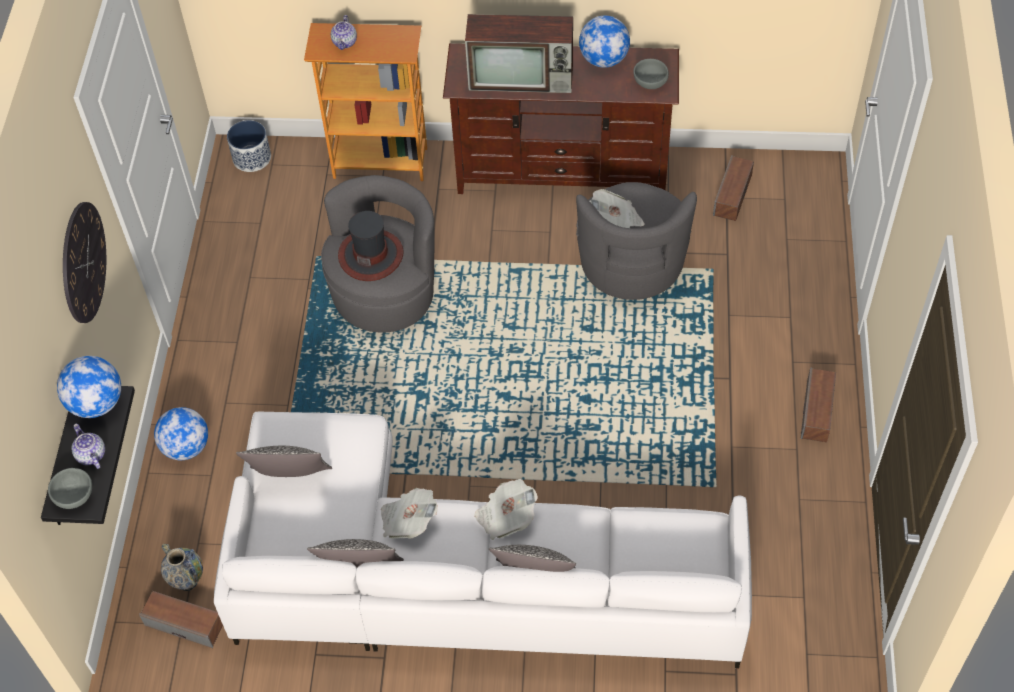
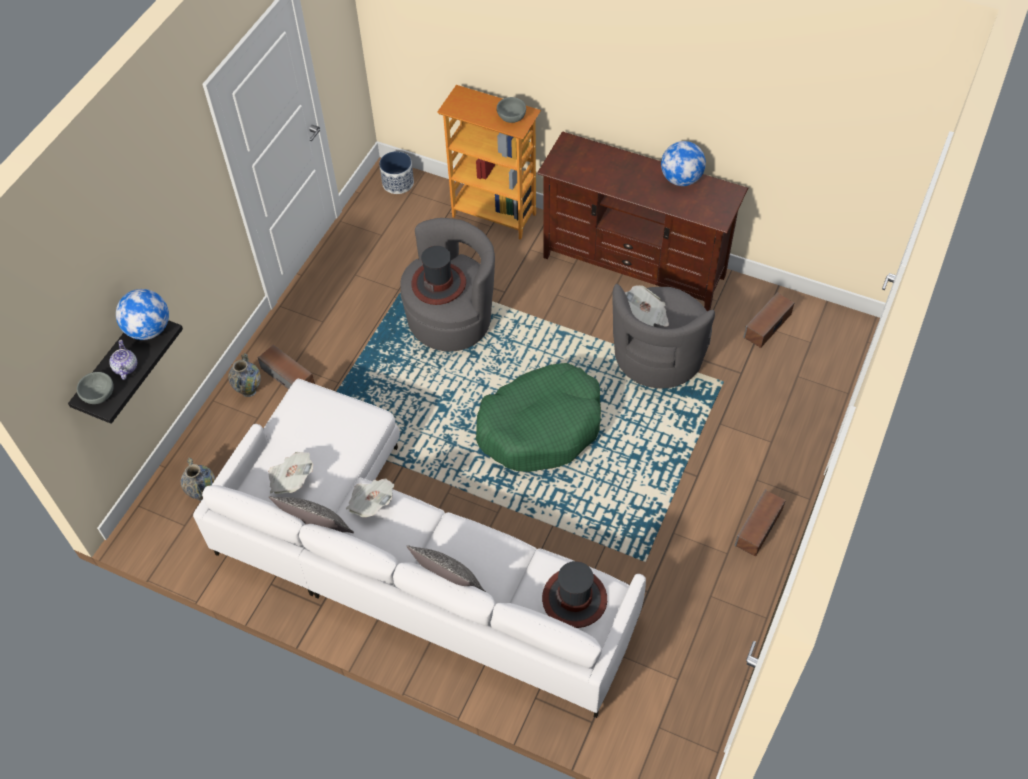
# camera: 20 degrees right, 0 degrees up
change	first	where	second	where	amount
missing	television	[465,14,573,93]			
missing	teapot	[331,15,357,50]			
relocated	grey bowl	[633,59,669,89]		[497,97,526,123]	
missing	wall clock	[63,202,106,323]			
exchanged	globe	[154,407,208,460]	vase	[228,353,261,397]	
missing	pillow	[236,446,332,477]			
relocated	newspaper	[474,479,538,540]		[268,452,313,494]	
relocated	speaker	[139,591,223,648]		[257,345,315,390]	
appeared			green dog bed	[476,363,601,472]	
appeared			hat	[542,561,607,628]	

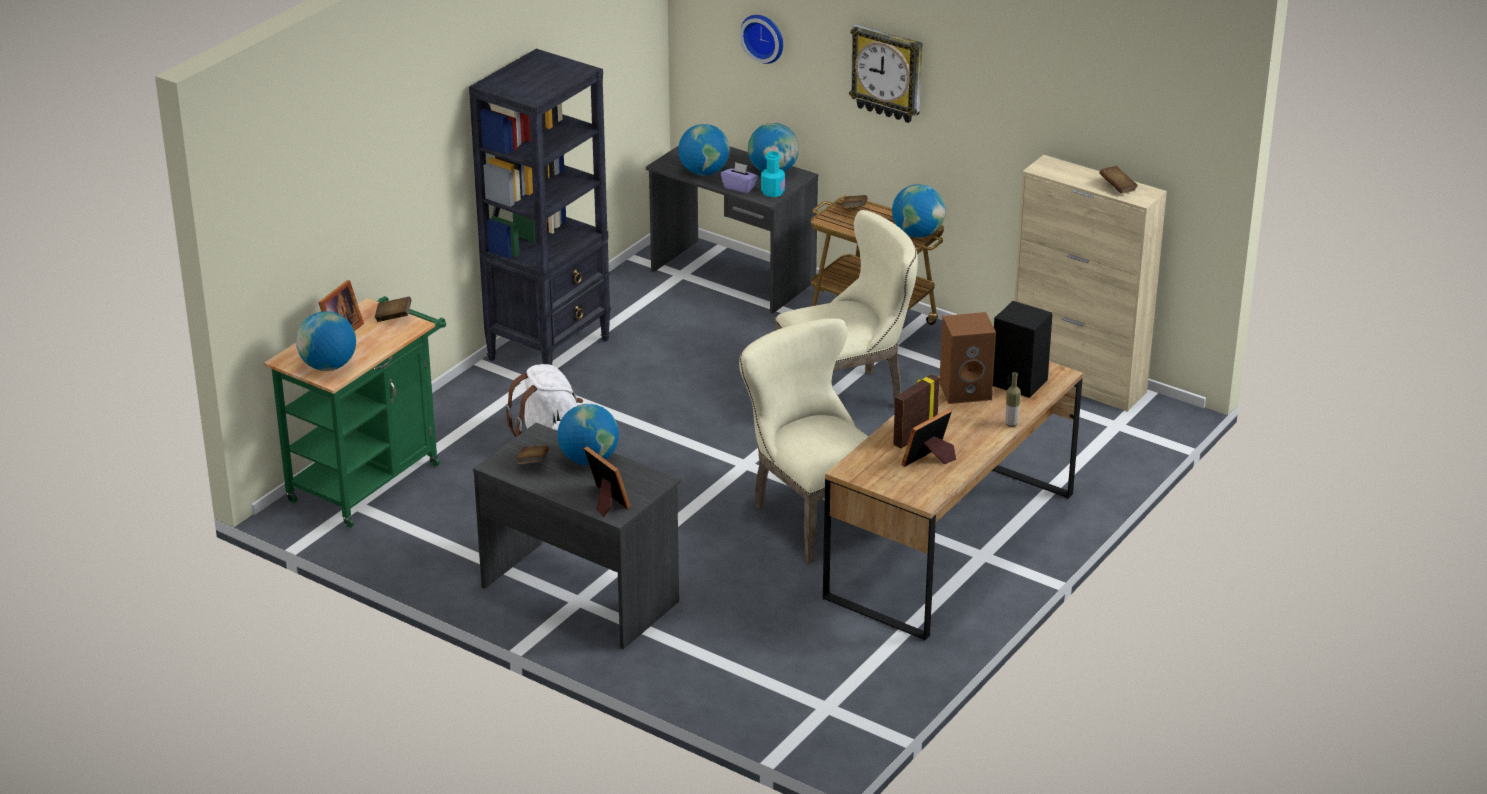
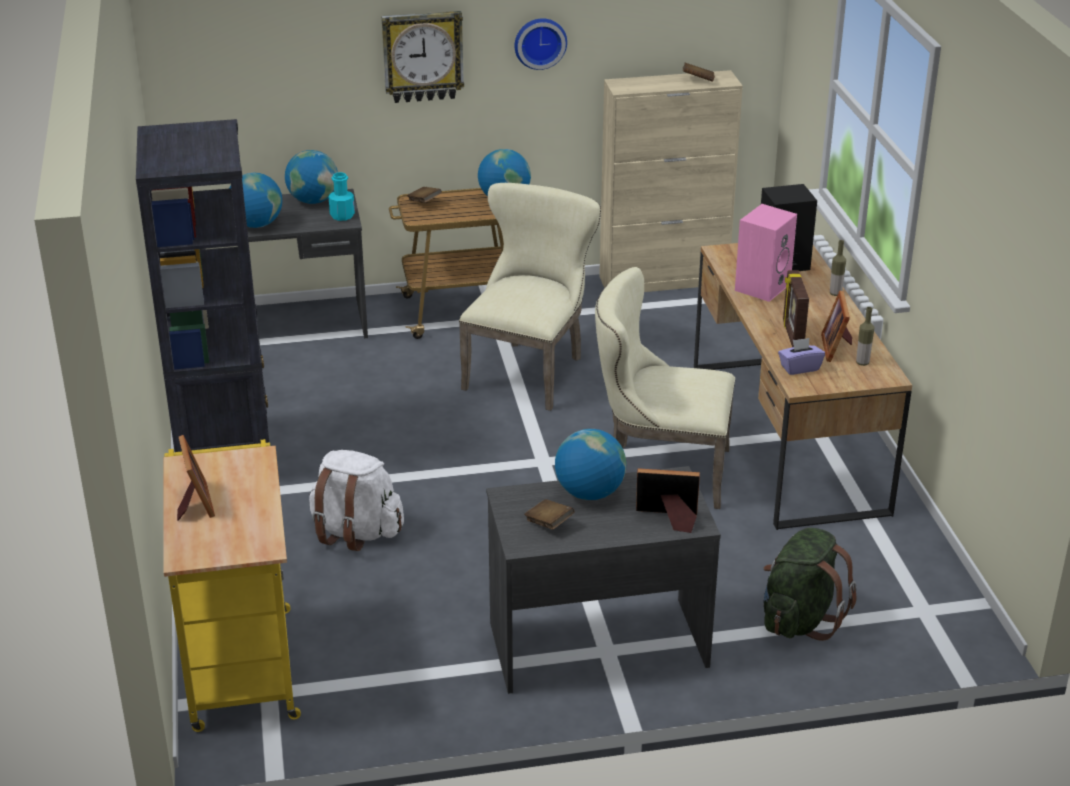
# camera: 45 degrees left, 0 degrees up
change	first	where	second	where	amount
relocated	wall clock	[740,15,783,64]		[514,18,567,70]	
relocated	purple tissue box	[721,162,758,193]		[778,338,825,375]	
colour	green cart	[264,296,446,528]	yellow cart	[163,439,301,732]	
missing	brown book	[374,297,411,322]			
missing	globe	[296,311,356,371]			
colour	brown speaker	[939,312,996,404]	pink speaker	[735,204,797,302]	
appeared			bottle	[856,307,874,366]	
appeared			green backpack	[763,528,857,641]	

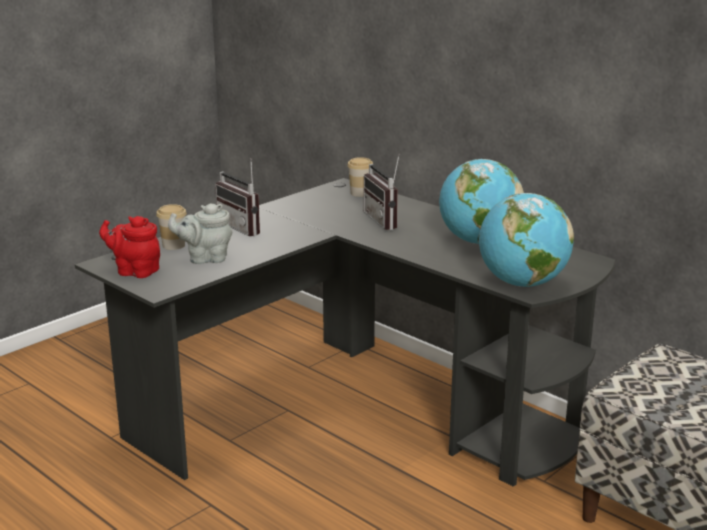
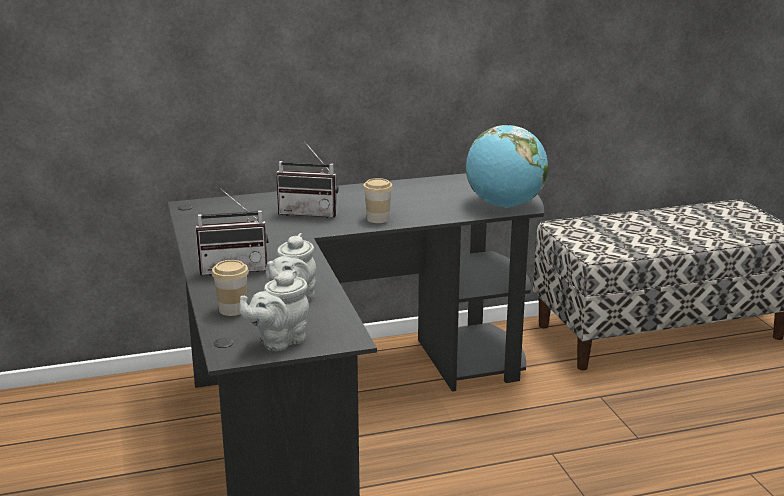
# camera: 60 degrees left, 0 degrees up
change	first	where	second	where	amount
relocated	cup	[347,157,373,197]		[363,178,393,223]	
missing	globe	[439,159,524,244]			
colour	red teapot	[99,216,160,278]	grey teapot	[239,270,309,351]	

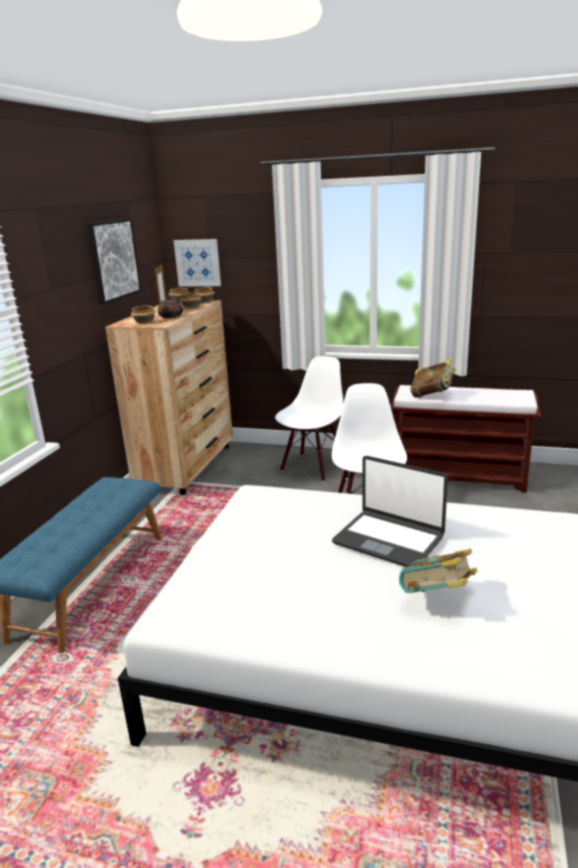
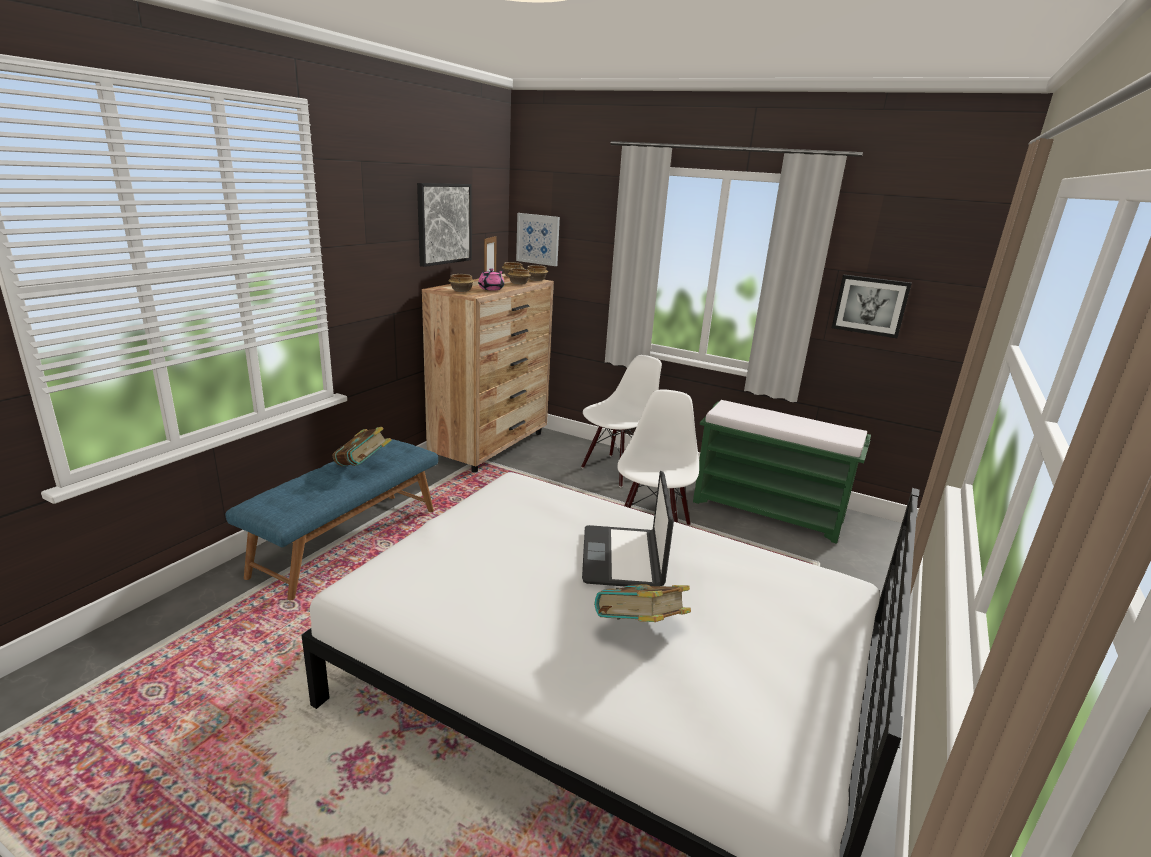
# camera: 10 degrees right, 0 degrees up
change	first	where	second	where	amount
colour	brown teapot	[158,297,183,318]	pink teapot	[478,268,504,290]	
relocated	book	[410,359,456,398]		[332,427,392,466]	
colour	brown bench	[391,385,541,493]	green bench	[693,400,871,544]	
spun	laptop	[332,456,448,567]		[582,471,674,587]	45 degrees clockwise
appeared			picture	[832,275,912,338]	

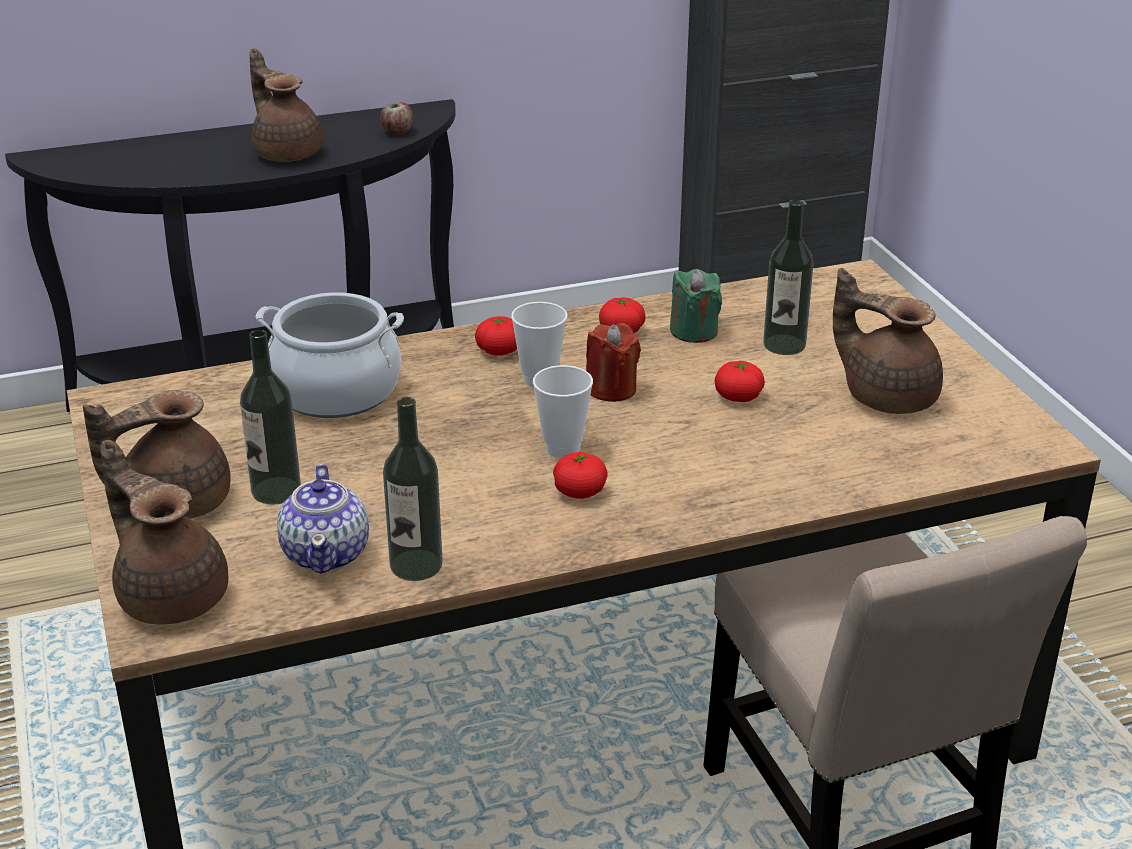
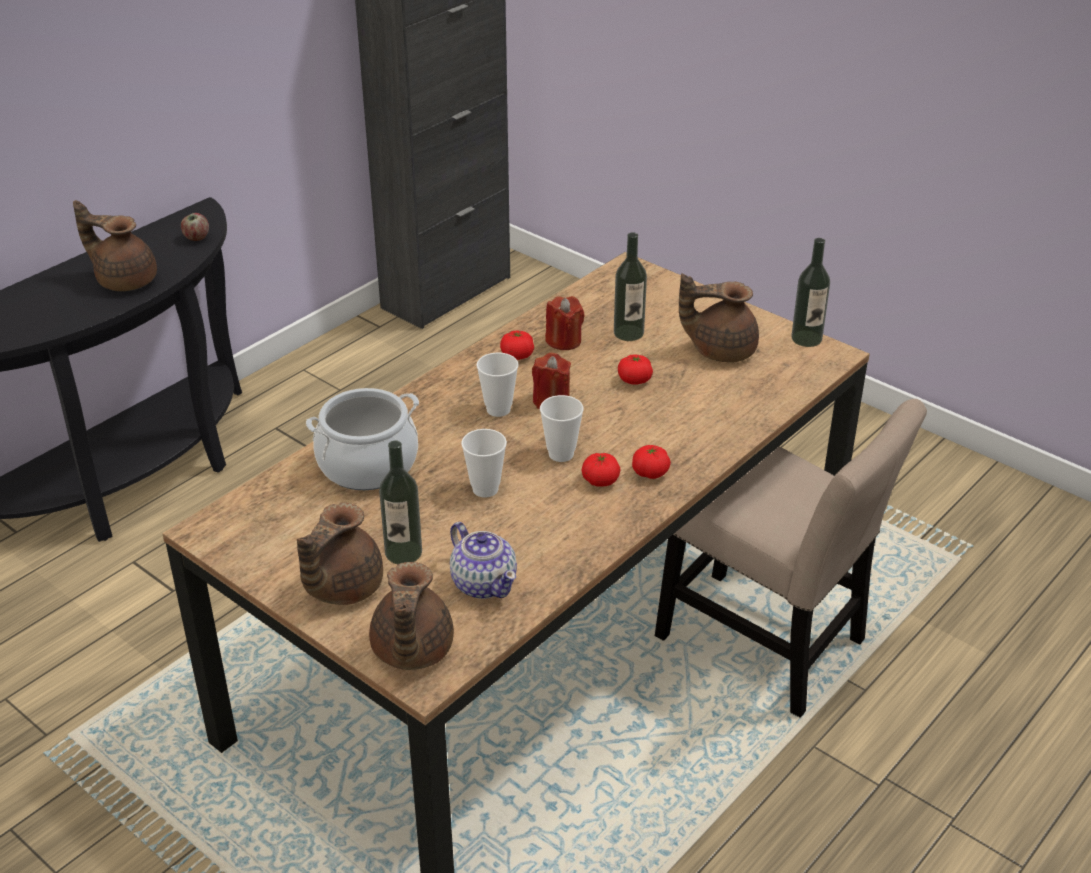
# camera: 30 degrees left, 5 degrees up
change	first	where	second	where	amount
colour	green candle	[670,269,722,343]	red candle	[545,296,584,350]	
relocated	tomato	[475,316,517,356]		[632,445,671,479]	
relocated	bottle	[383,397,443,581]		[791,238,830,347]	
spun	brown teapot	[100,440,228,625]		[369,562,454,670]	105 degrees counterclockwise
appeared			cup	[461,429,507,498]	

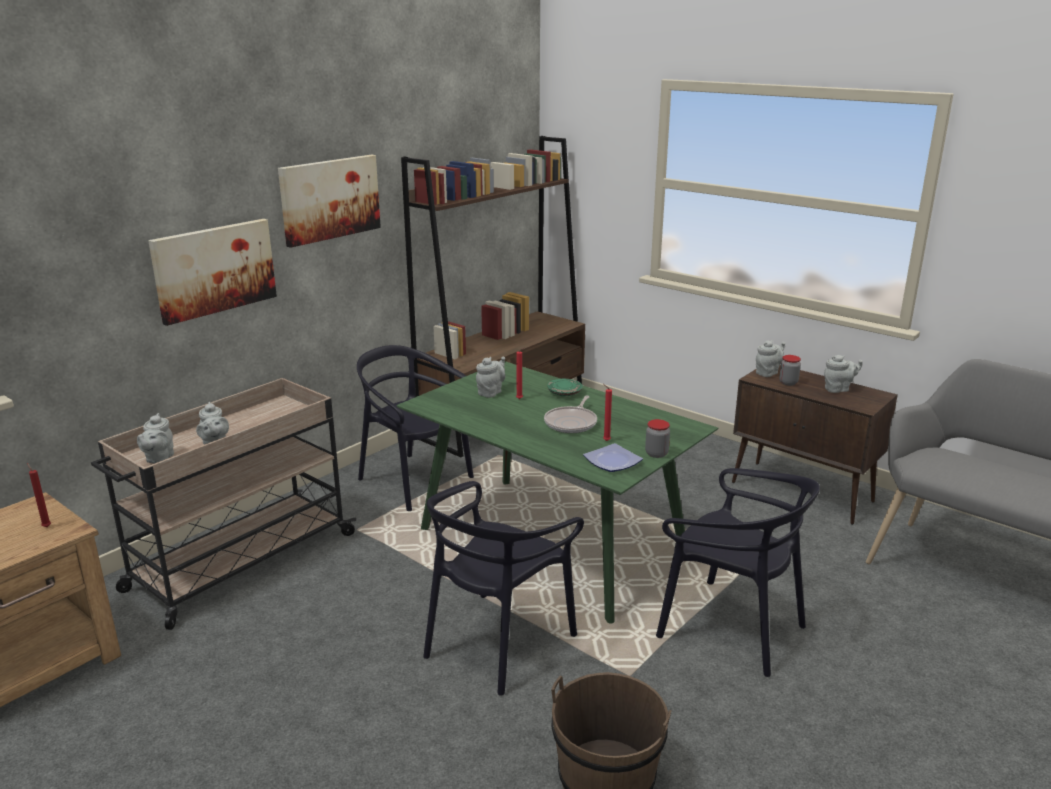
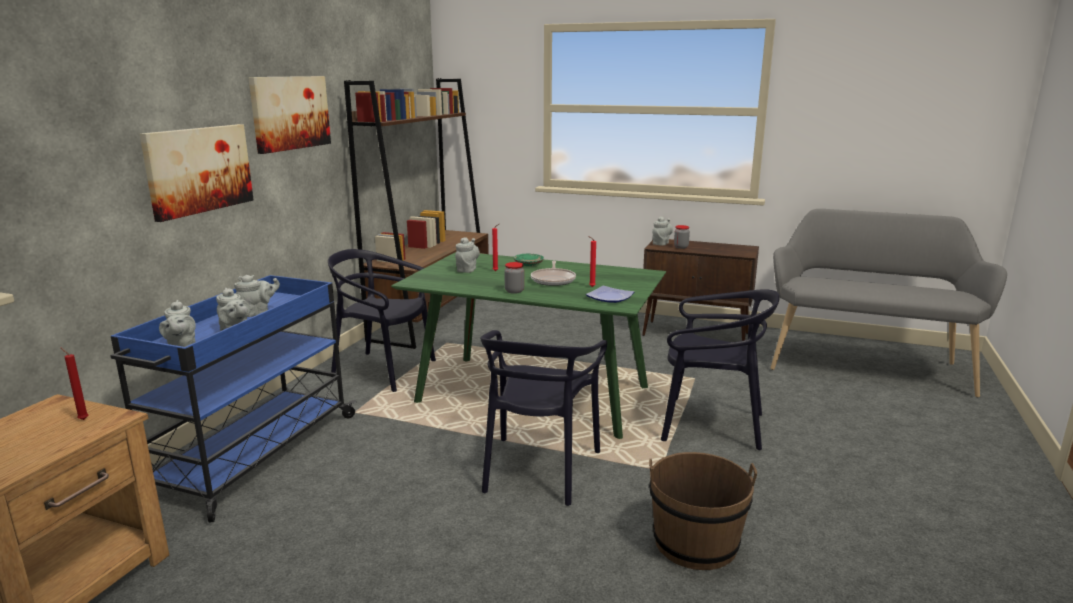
# camera: 20 degrees left, 5 degrees down
change	first	where	second	where	amount
relocated	grey teapot	[824,355,862,393]		[234,275,280,317]	
colour	beige cart	[91,378,356,630]	blue cart	[110,275,357,523]	
relocated	jar	[645,419,670,458]		[504,262,524,294]	

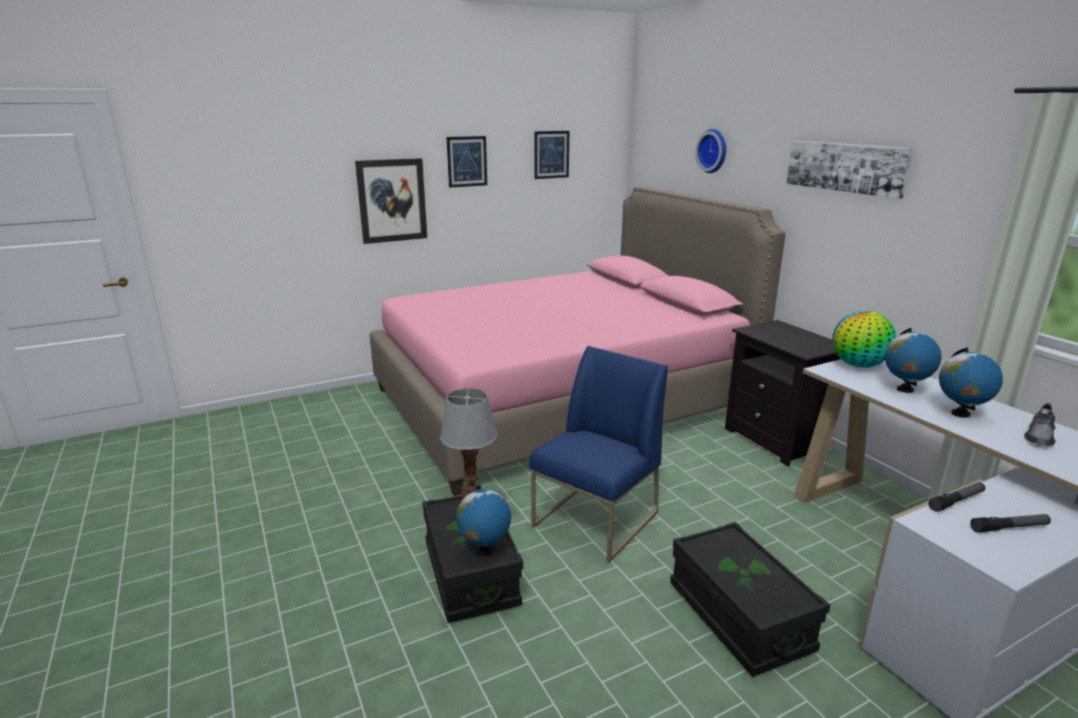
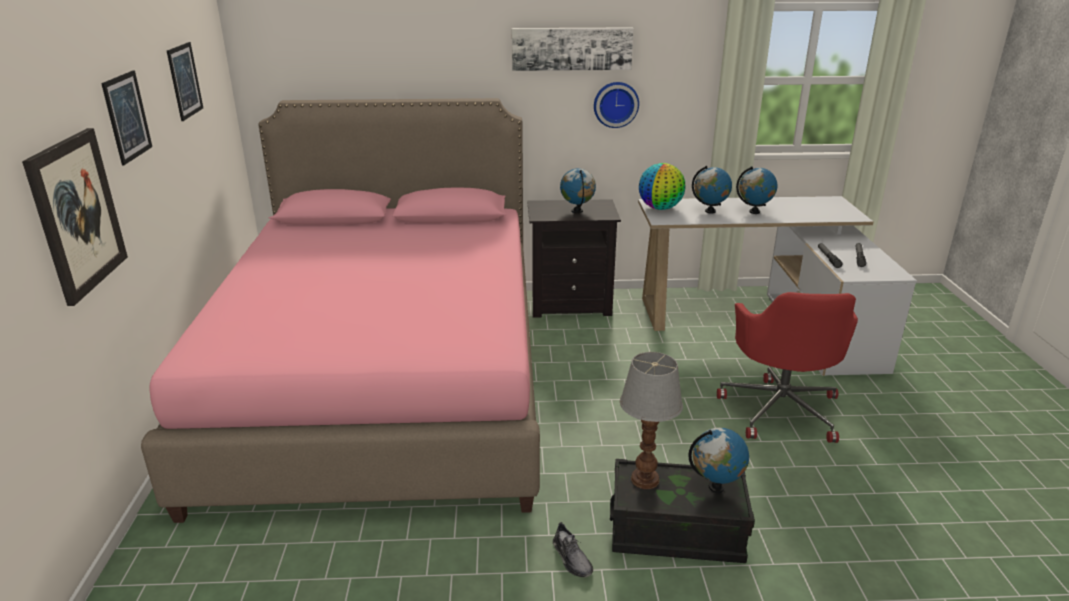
# camera: 65 degrees left, 5 degrees up
change	first	where	second	where	amount
relocated	wall clock	[695,129,726,173]		[594,82,639,128]	
missing	blue chair	[529,346,668,563]			
relocated	grey shoe	[1024,403,1055,446]		[553,522,593,577]	
exchanged	black storage box	[670,522,830,677]	red office chair	[717,292,858,443]	
appeared			globe	[560,168,596,213]	

